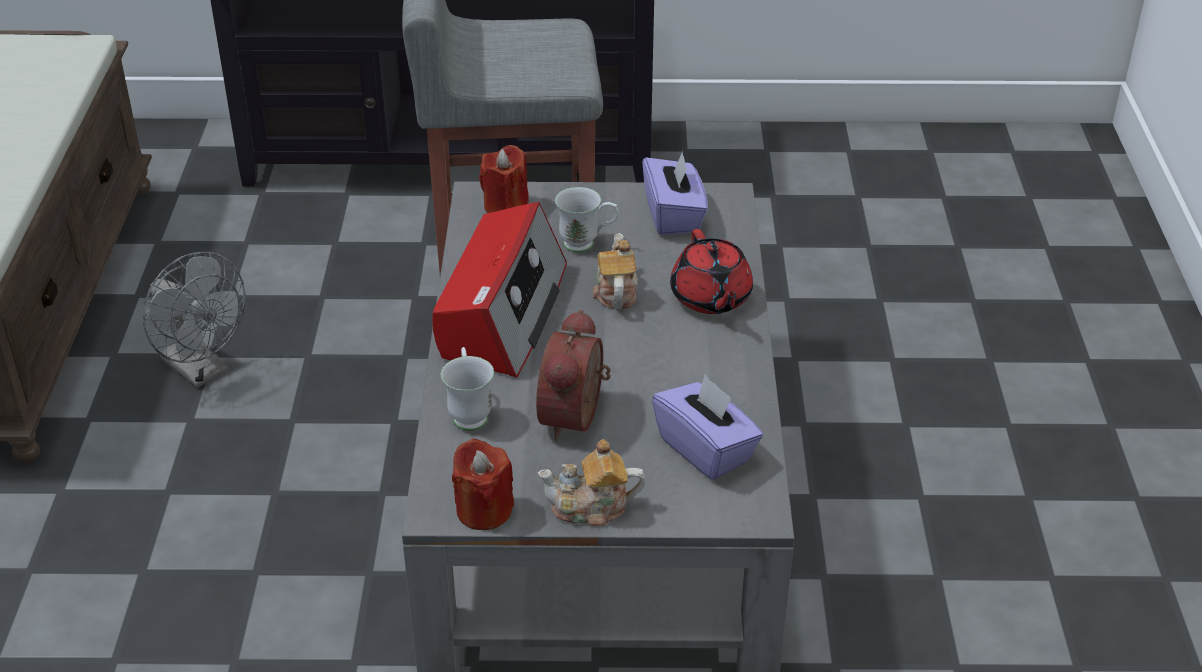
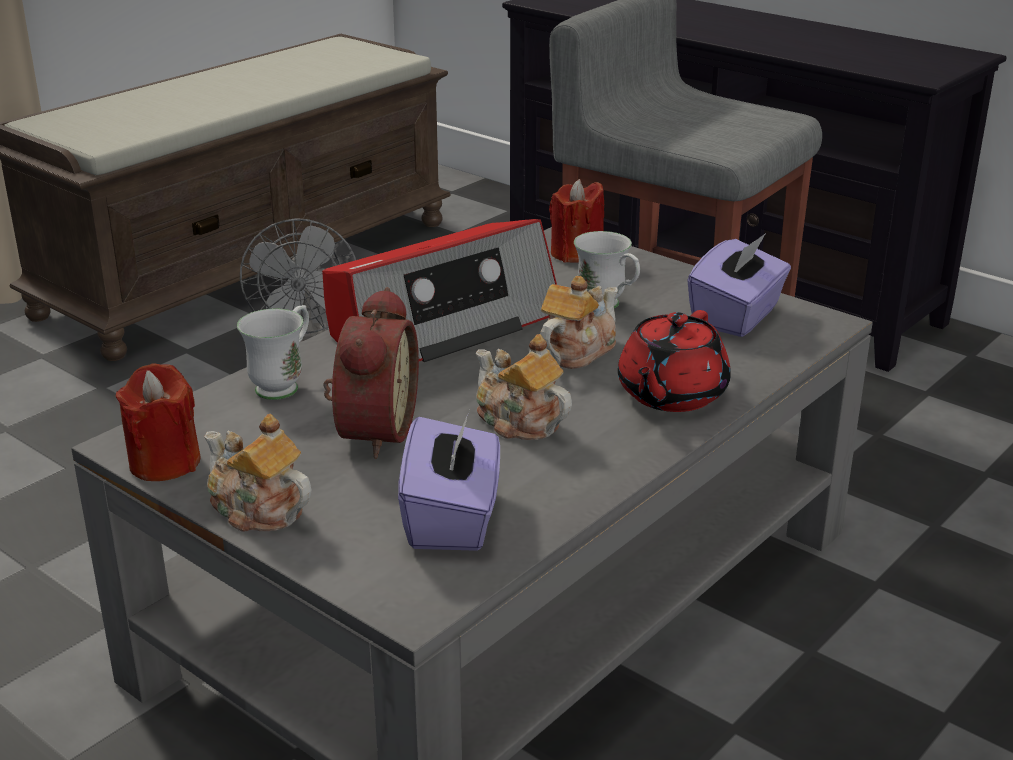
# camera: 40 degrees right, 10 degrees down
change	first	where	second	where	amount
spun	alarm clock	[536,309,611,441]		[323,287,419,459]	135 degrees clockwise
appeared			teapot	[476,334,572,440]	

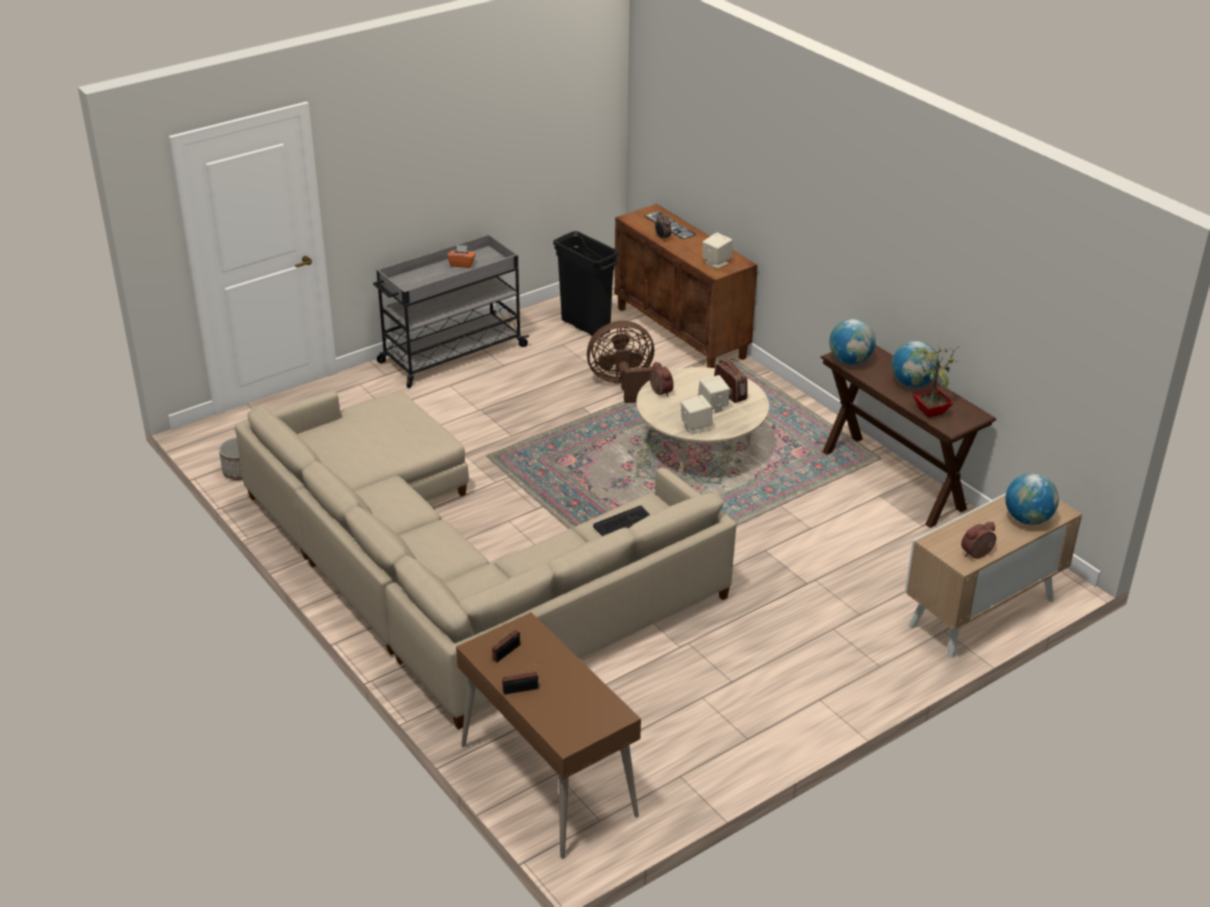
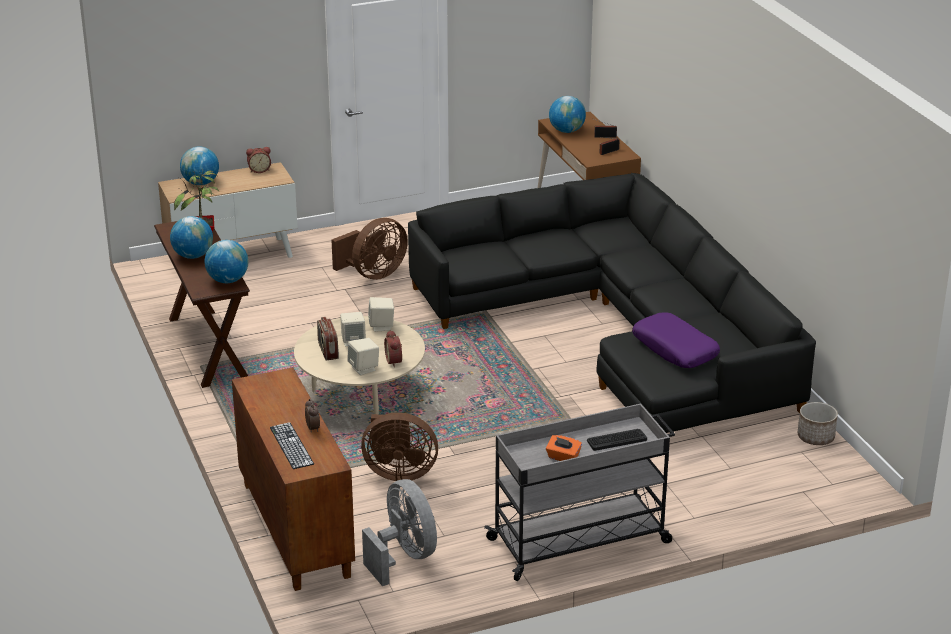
# camera: 165 degrees left, 5 degrees down
change	first	where	second	where	amount
exchanged	black trash can	[553,231,619,336]	grey fan	[362,479,437,586]	
relocated	beige speaker	[703,233,732,269]		[347,338,379,375]	
colour	beige sofa	[235,391,737,730]	black sofa	[408,173,816,433]	
relocated	keyboard	[593,505,650,536]		[587,429,647,451]	
appeared			globe	[549,96,586,133]	
appeared			brown fan	[331,218,408,280]	
appeared			purple pillow	[632,313,720,368]	

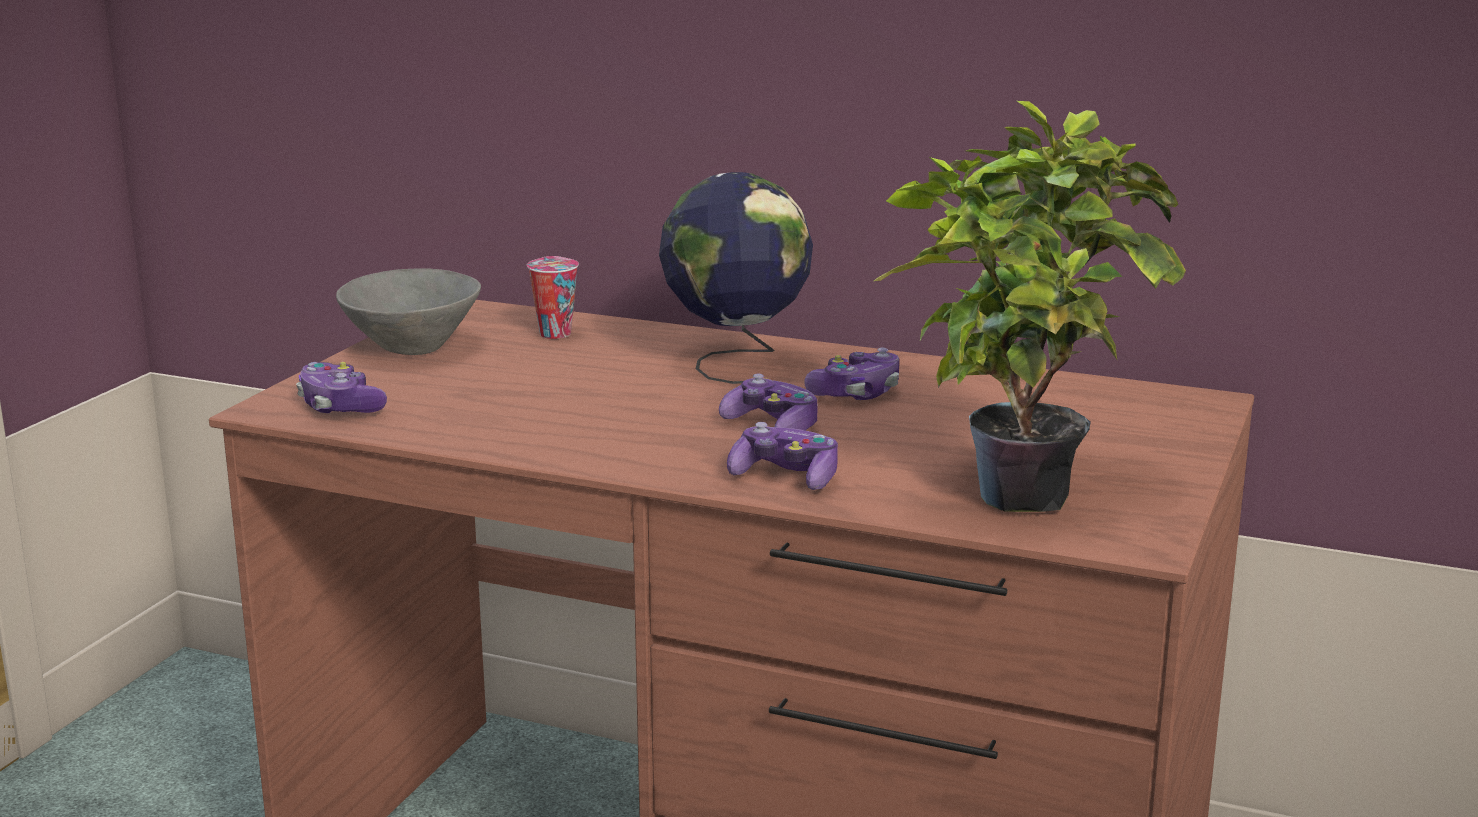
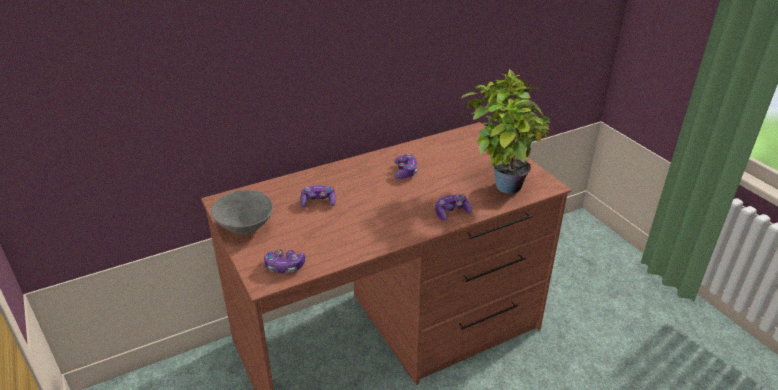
# camera: 50 degrees left, 15 degrees up
change	first	where	second	where	amount
missing	globe	[659,172,813,384]			
missing	cup	[527,256,579,339]			
relocated	game controller	[719,374,817,431]		[300,185,336,207]	

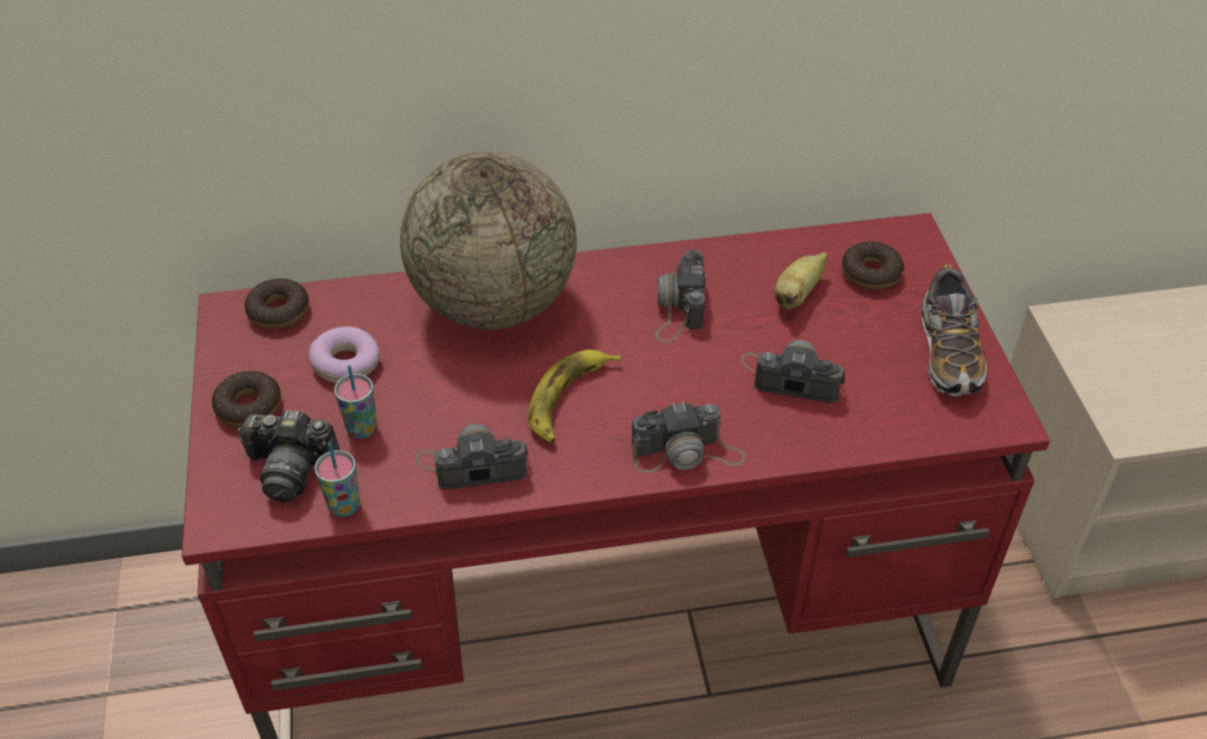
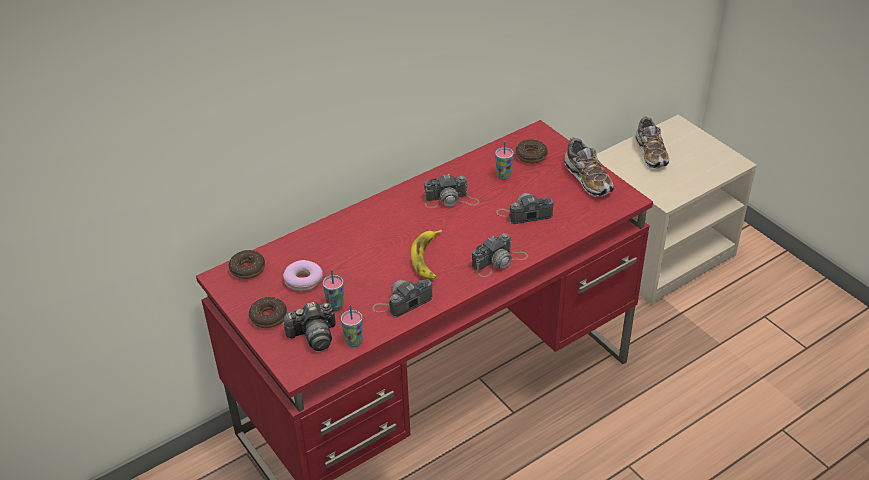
# camera: 25 degrees left, 5 degrees down
change	first	where	second	where	amount
missing	globe	[400,152,577,330]			
spun	photo camera	[655,250,705,343]		[424,174,479,208]	75 degrees counterclockwise
exchanged	banana	[775,252,828,309]	cup	[495,141,514,180]	
appeared			shoe	[635,116,669,169]	

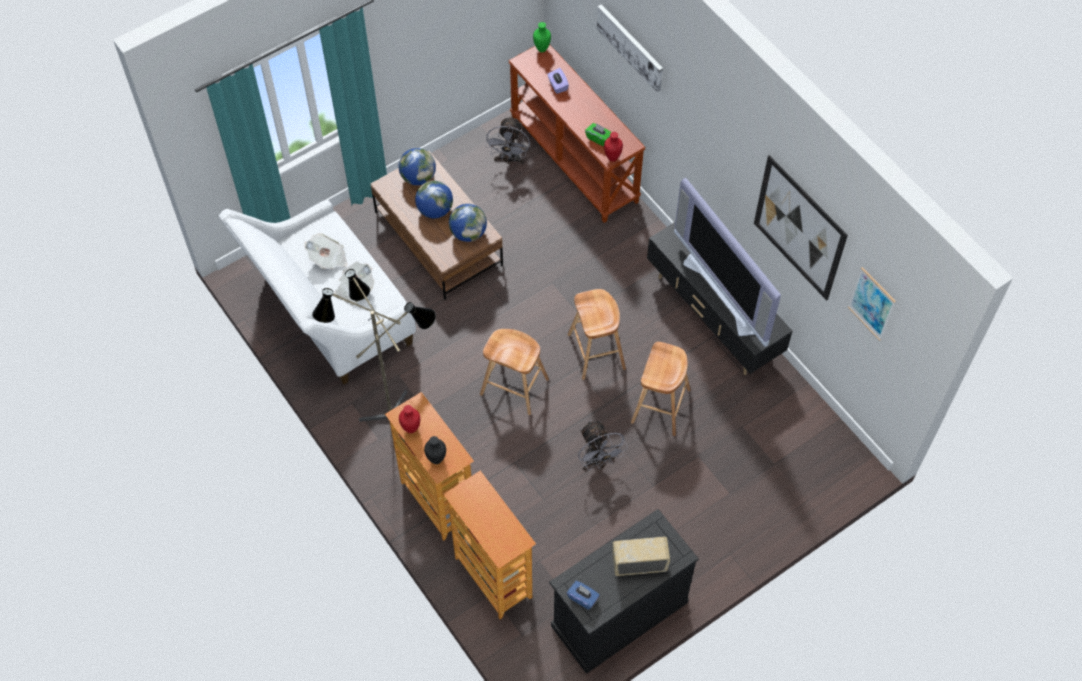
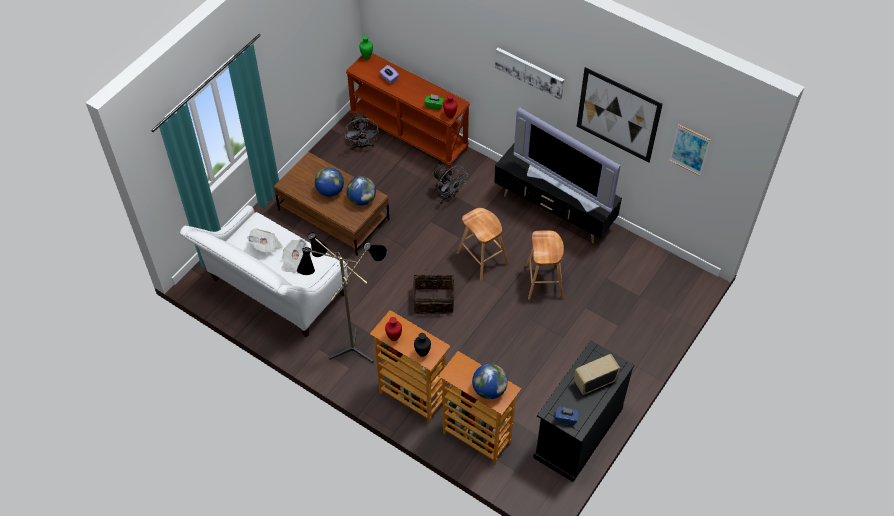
# camera: 20 degrees left, 5 degrees down
change	first	where	second	where	amount
relocated	picture	[597,4,663,92]		[495,48,564,100]	
relocated	globe	[399,148,436,185]		[472,364,508,399]	
exchanged	brown stool	[480,329,549,415]	basket	[413,275,454,314]	
relocated	grey fan	[578,420,628,470]		[432,164,467,204]	

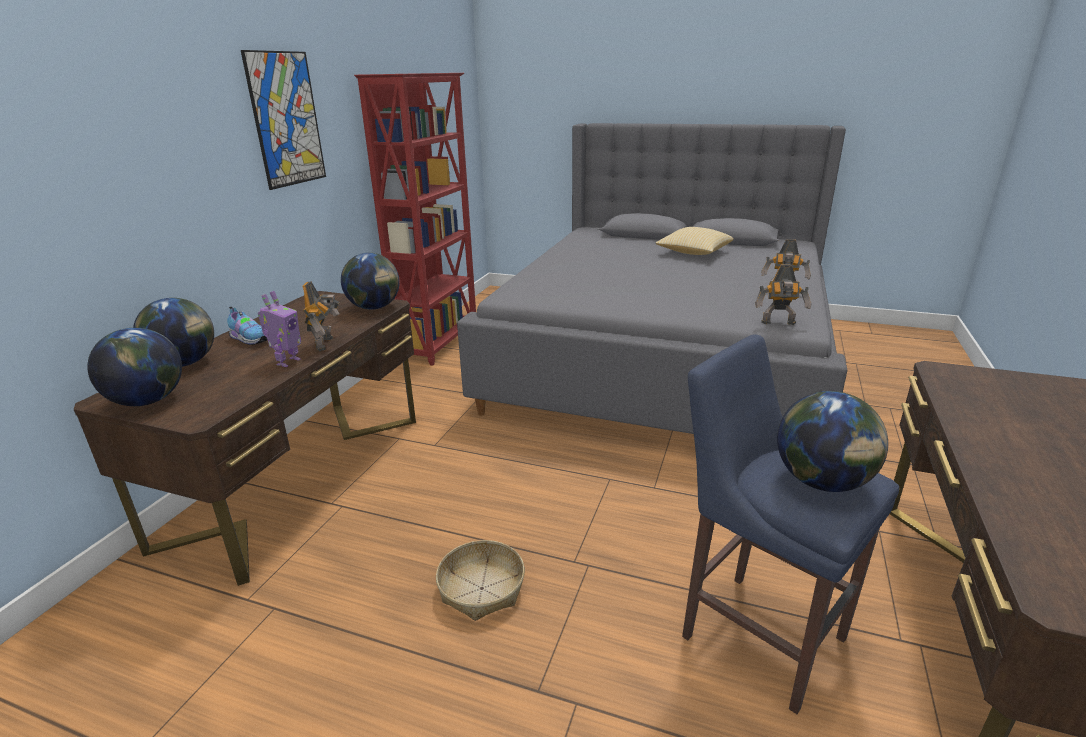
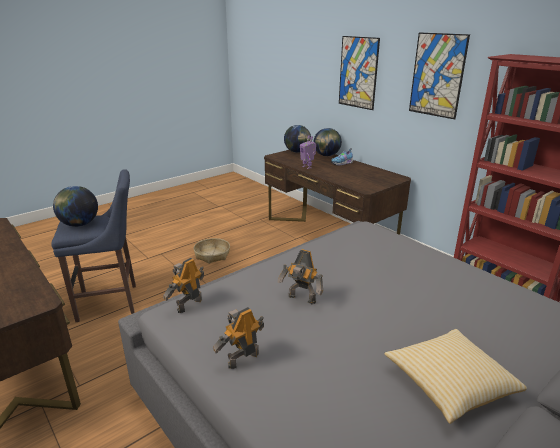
# camera: 120 degrees right, 0 degrees up
change	first	where	second	where	amount
missing	globe	[341,253,400,310]			
relocated	toy robot	[302,281,340,351]		[277,249,323,304]	
appeared			picture	[339,36,380,110]	

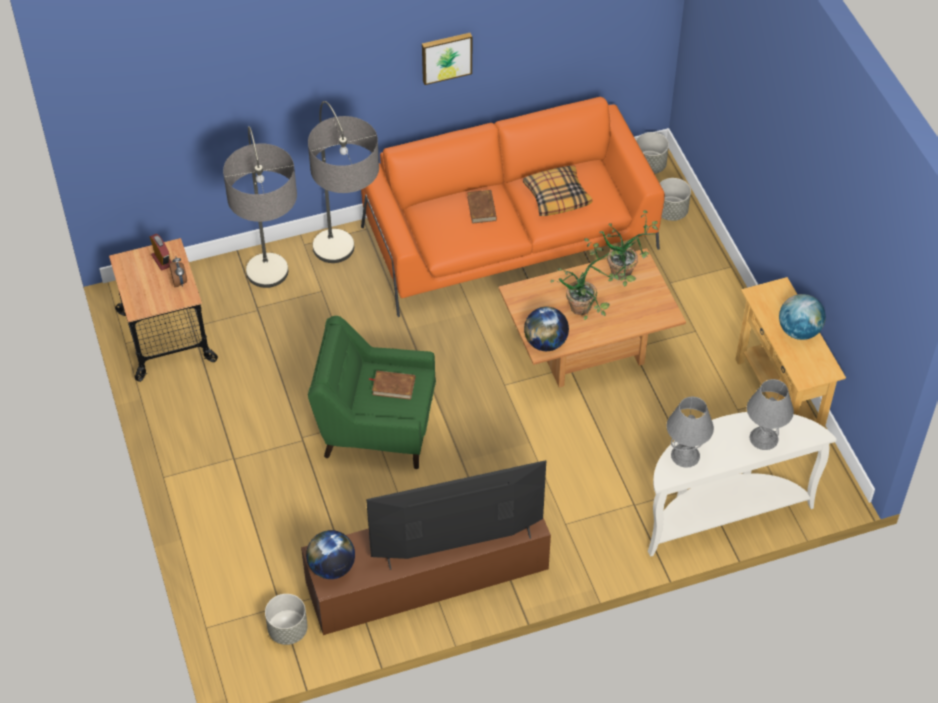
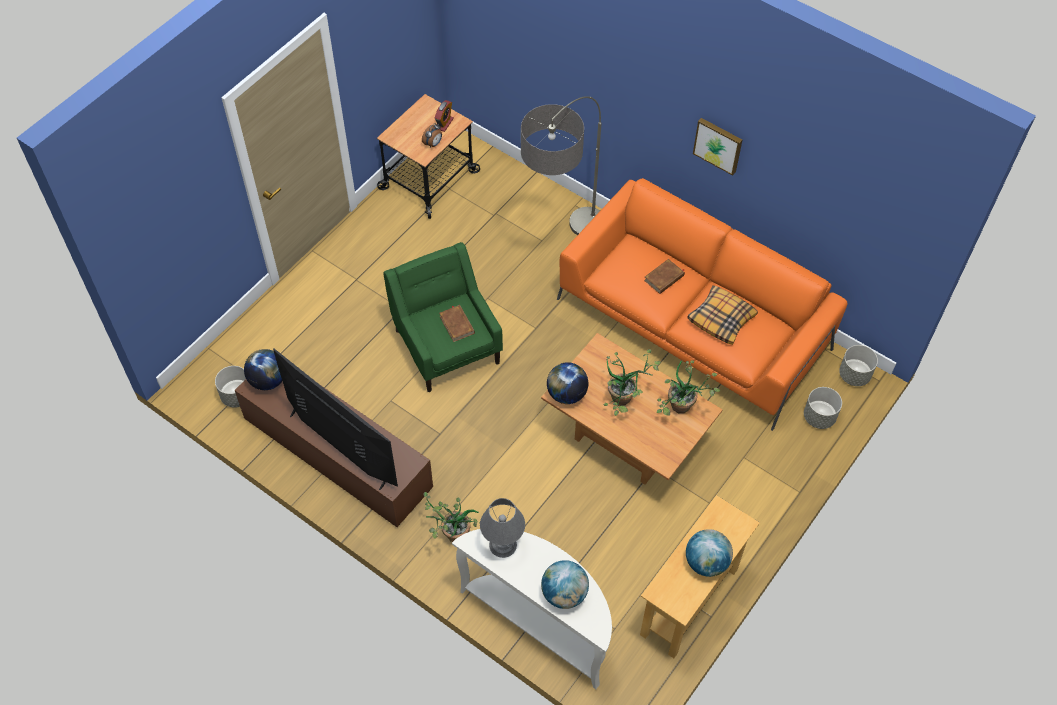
# camera: 55 degrees right, 5 degrees up
change	first	where	second	where	amount
missing	floor lamp	[223,126,297,288]			
exchanged	grey table lamp	[747,379,794,450]	globe	[541,560,589,609]	
appeared			potted plant	[423,492,479,542]	

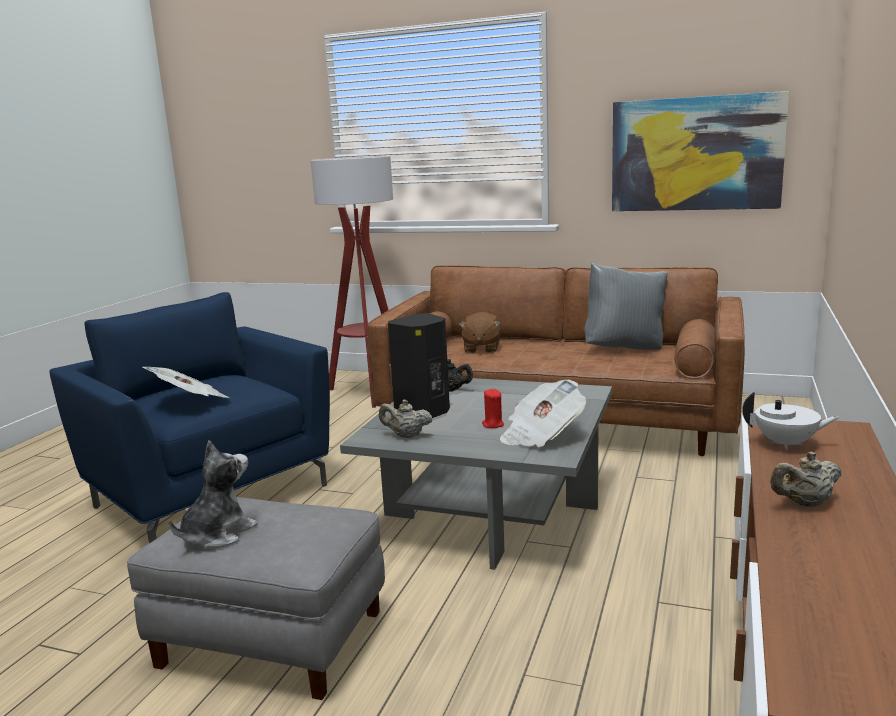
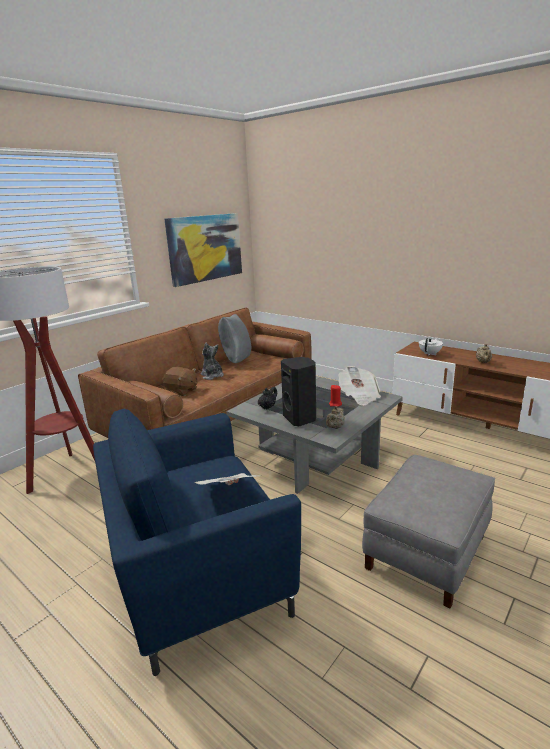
# camera: 70 degrees left, 5 degrees up
change	first	where	second	where	amount
relocated	plush toy	[169,440,258,549]		[200,343,224,380]	

